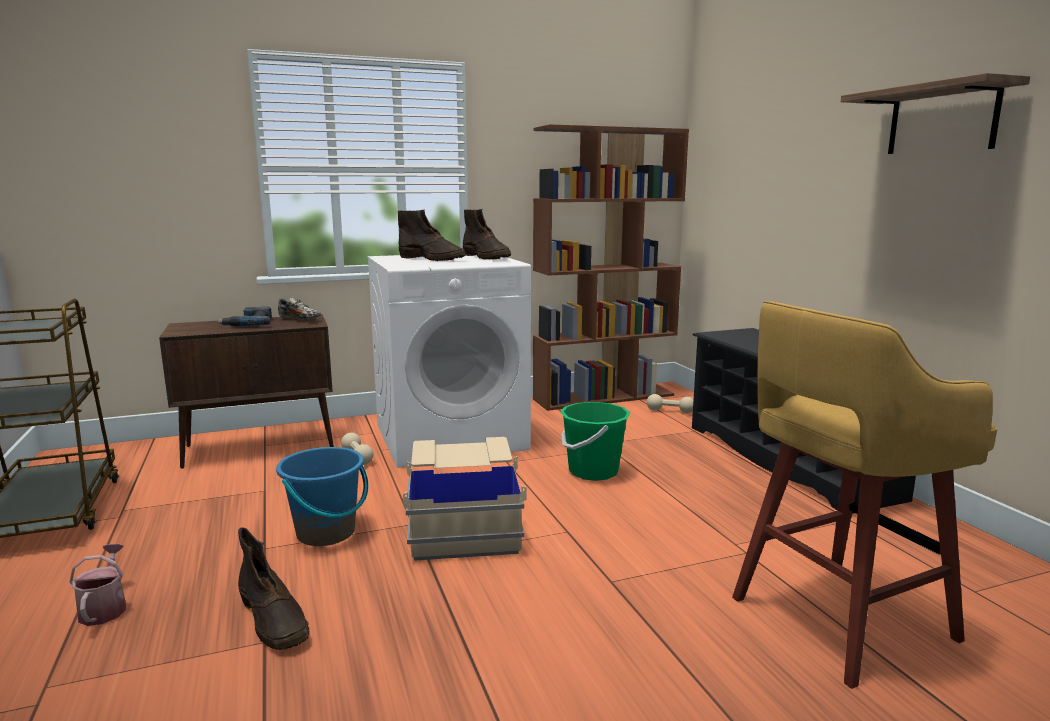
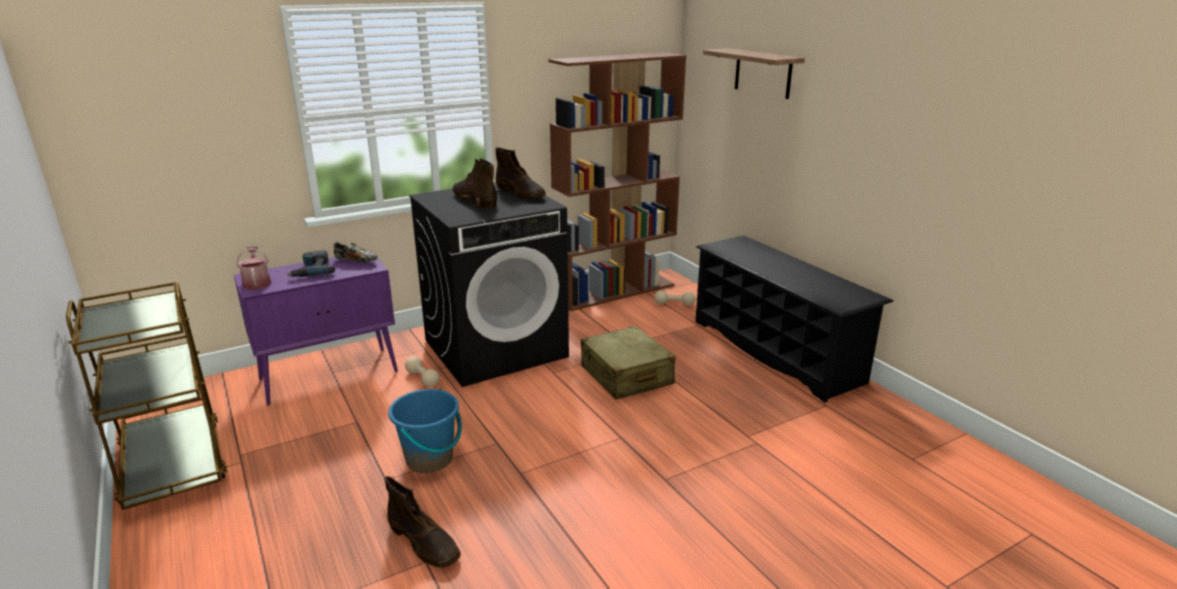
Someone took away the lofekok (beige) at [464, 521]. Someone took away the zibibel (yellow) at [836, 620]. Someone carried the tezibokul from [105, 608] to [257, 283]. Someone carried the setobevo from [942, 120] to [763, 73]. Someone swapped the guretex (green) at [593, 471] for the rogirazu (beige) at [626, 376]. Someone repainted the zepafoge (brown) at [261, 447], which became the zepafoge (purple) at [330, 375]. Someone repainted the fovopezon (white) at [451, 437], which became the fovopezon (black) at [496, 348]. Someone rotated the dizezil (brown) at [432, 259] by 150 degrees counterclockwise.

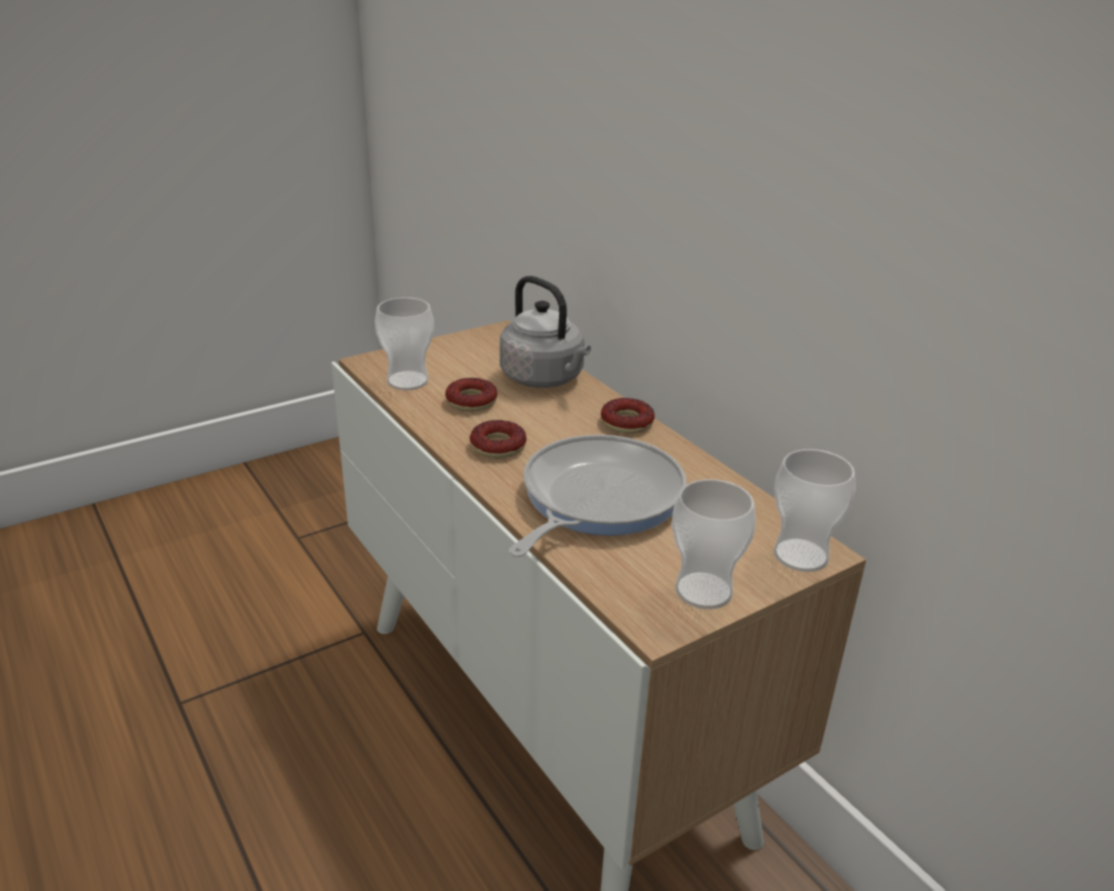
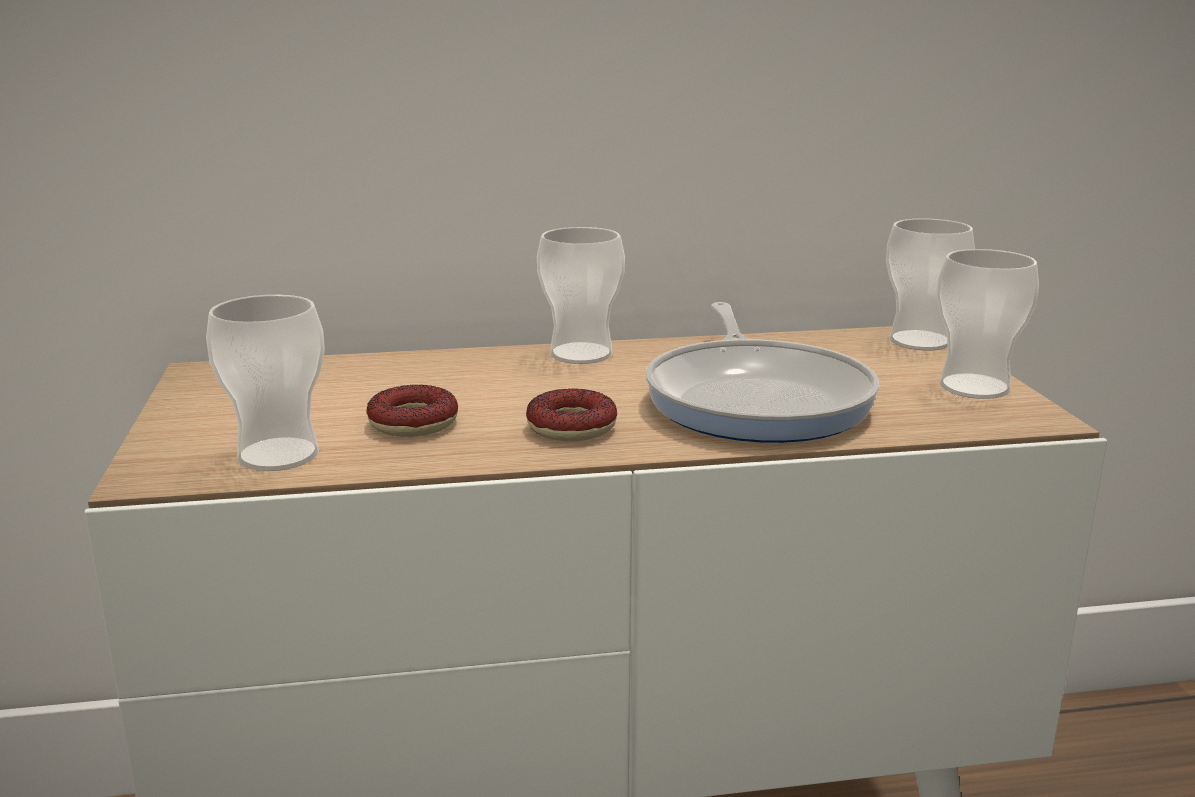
Someone took away the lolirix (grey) at [545, 379]. Someone swapped the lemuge at [627, 422] for the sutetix at [581, 354]. Someone rotated the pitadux at [596, 499] by 150 degrees counterclockwise.

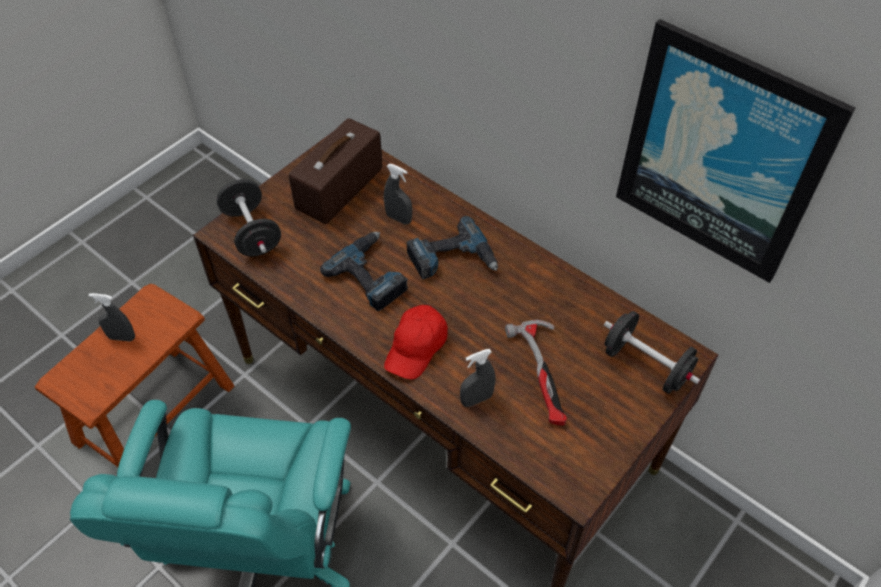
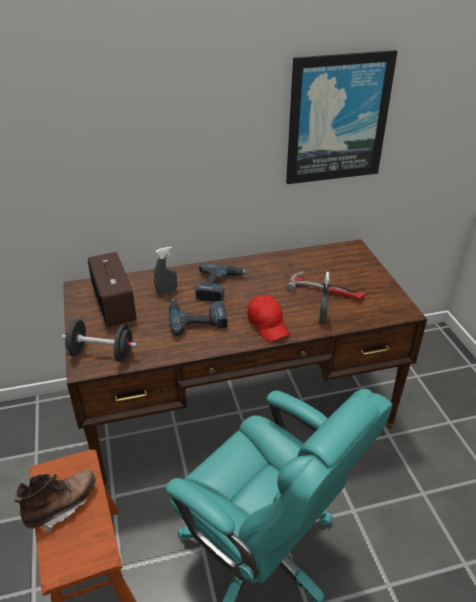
Someone took away the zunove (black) at [646, 365]. Someone swapped the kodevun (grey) at [122, 337] for the dizezil (brown) at [62, 506].

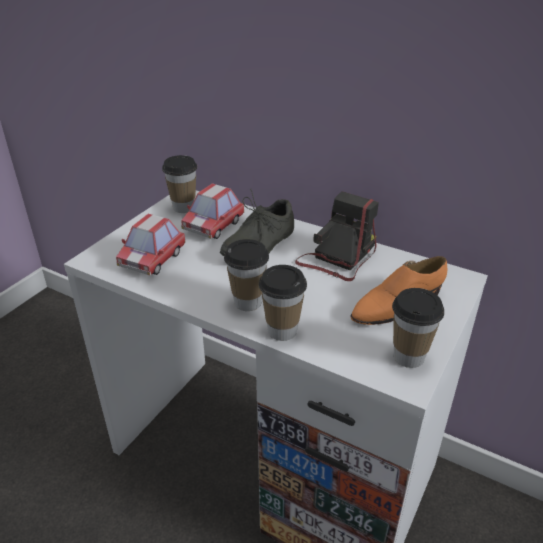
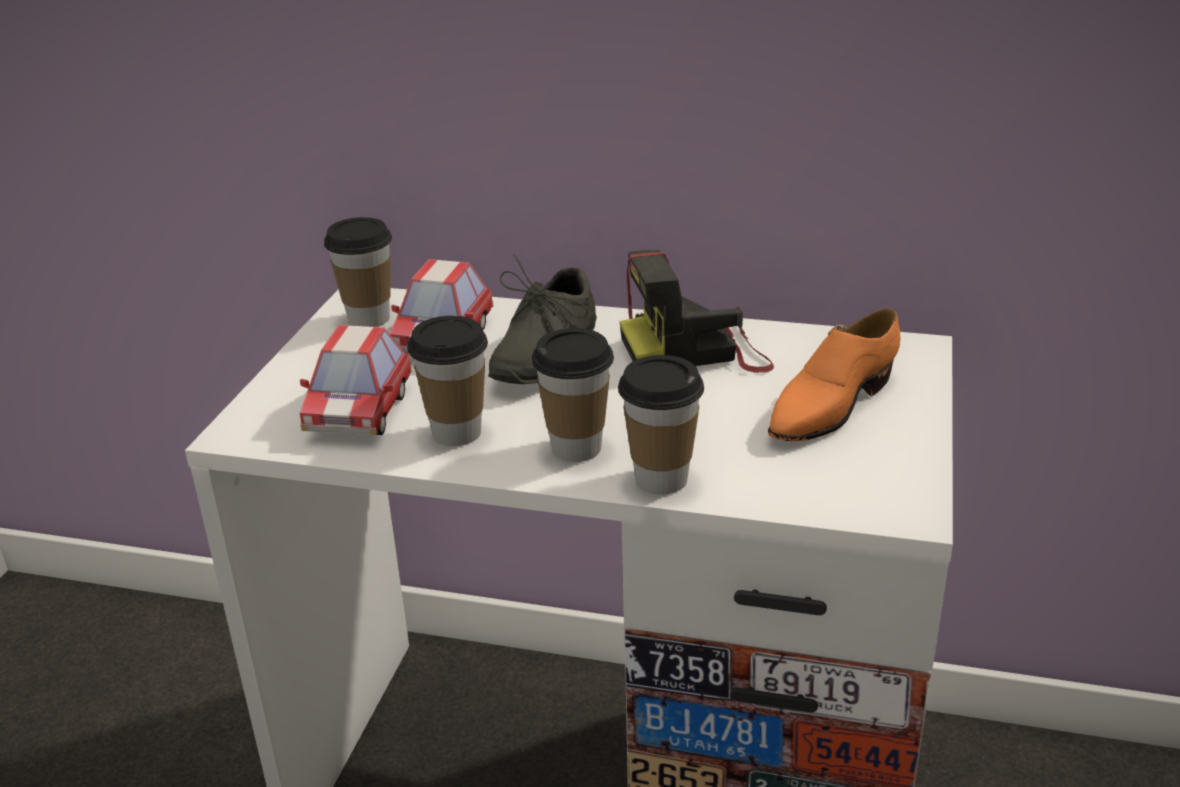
Someone carried the sutetix from [408, 356] to [456, 432]. Someone rotated the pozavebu at [338, 257] by 120 degrees counterclockwise.

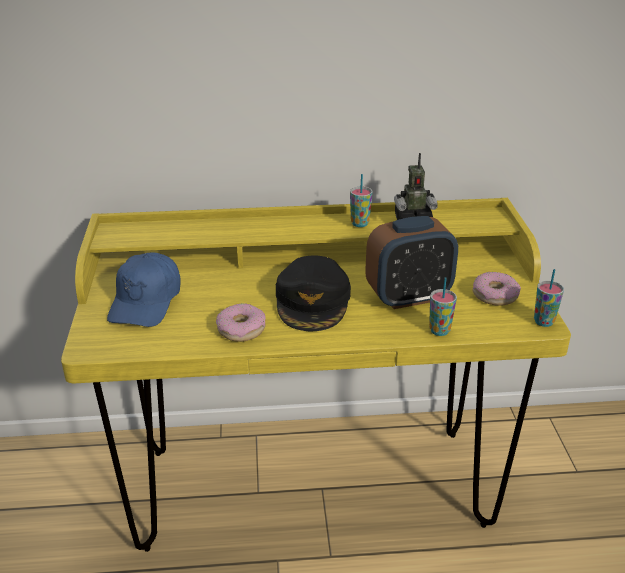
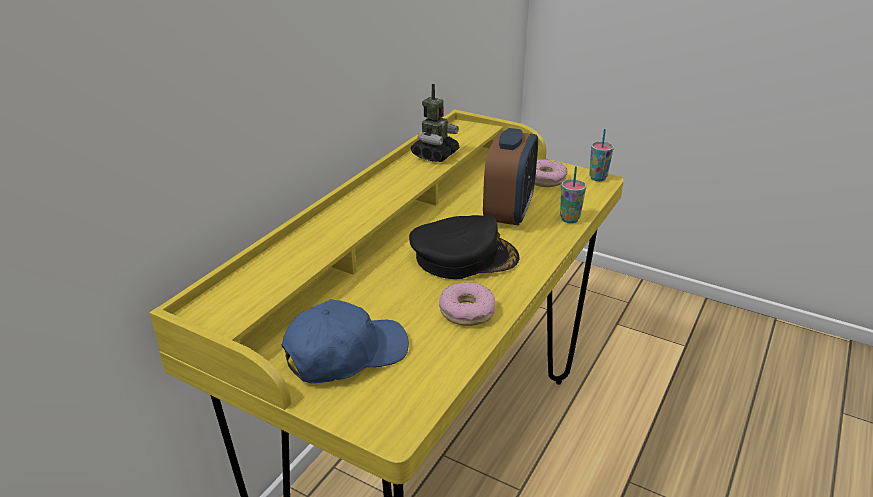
Someone took away the sutetix at [360, 224]. Someone rotated the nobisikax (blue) at [146, 301] by 75 degrees counterclockwise. Someone rotated the nobisikax (black) at [313, 301] by 45 degrees counterclockwise.

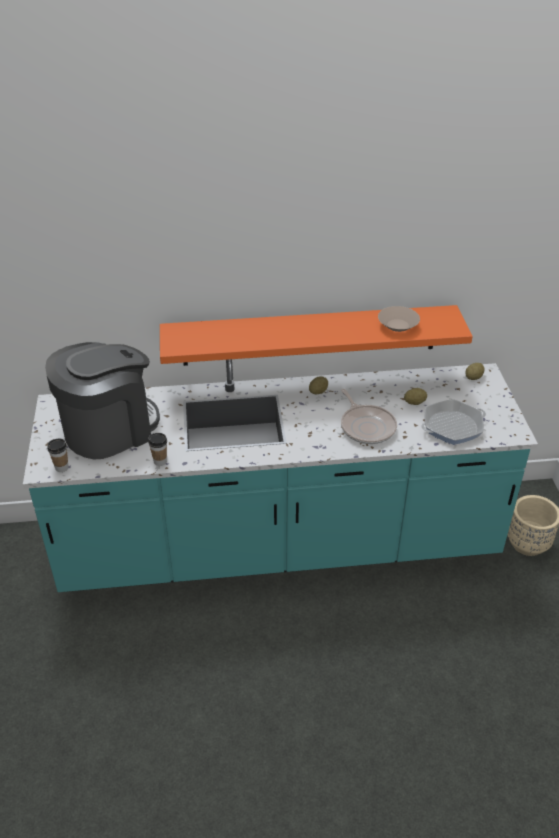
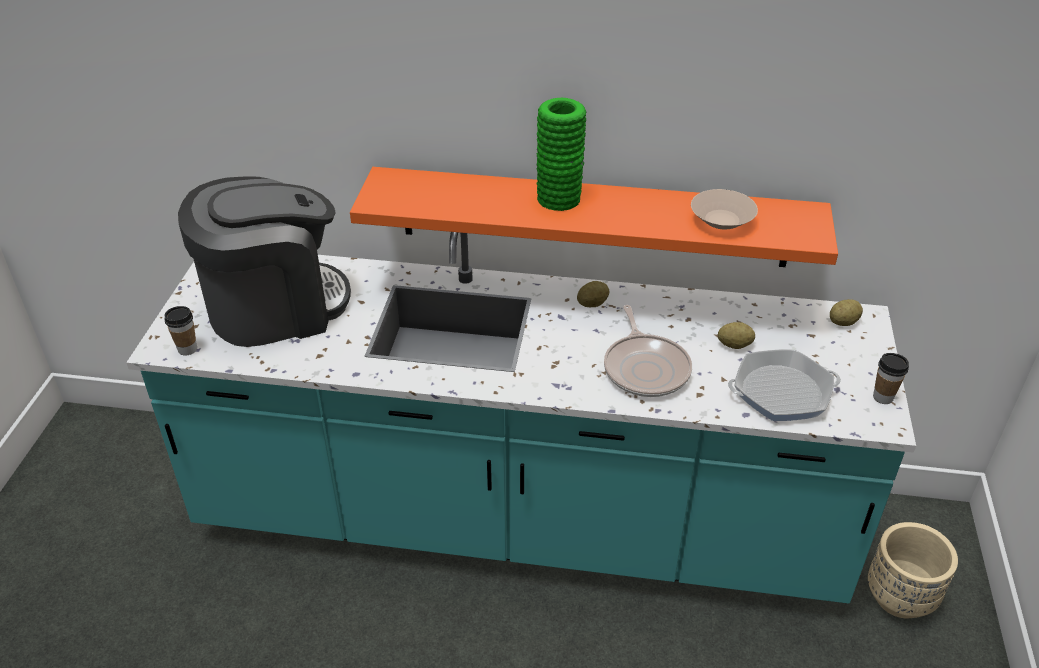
Someone put down the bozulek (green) at [559, 199]. Someone carried the sutetix from [160, 461] to [883, 397].

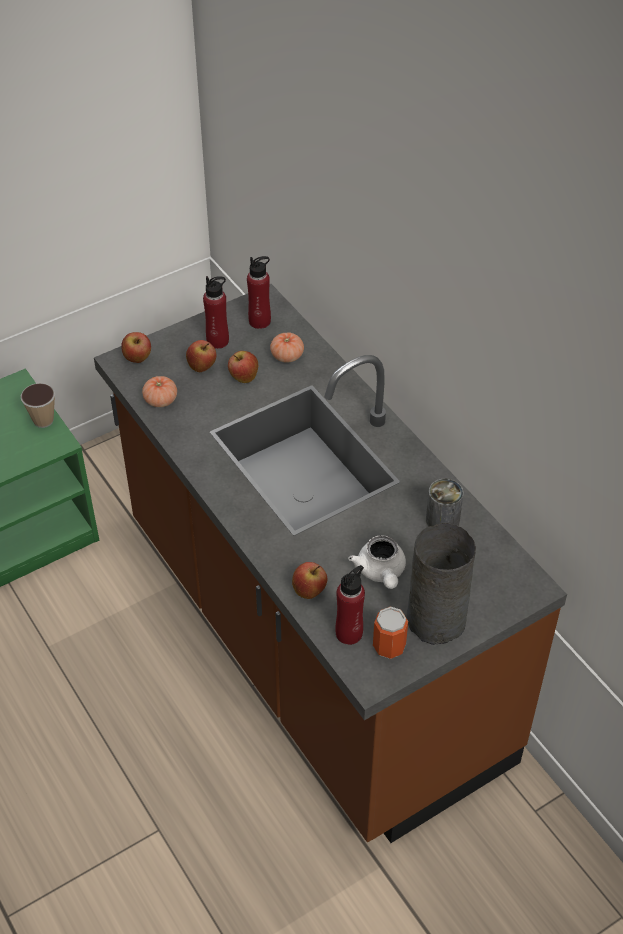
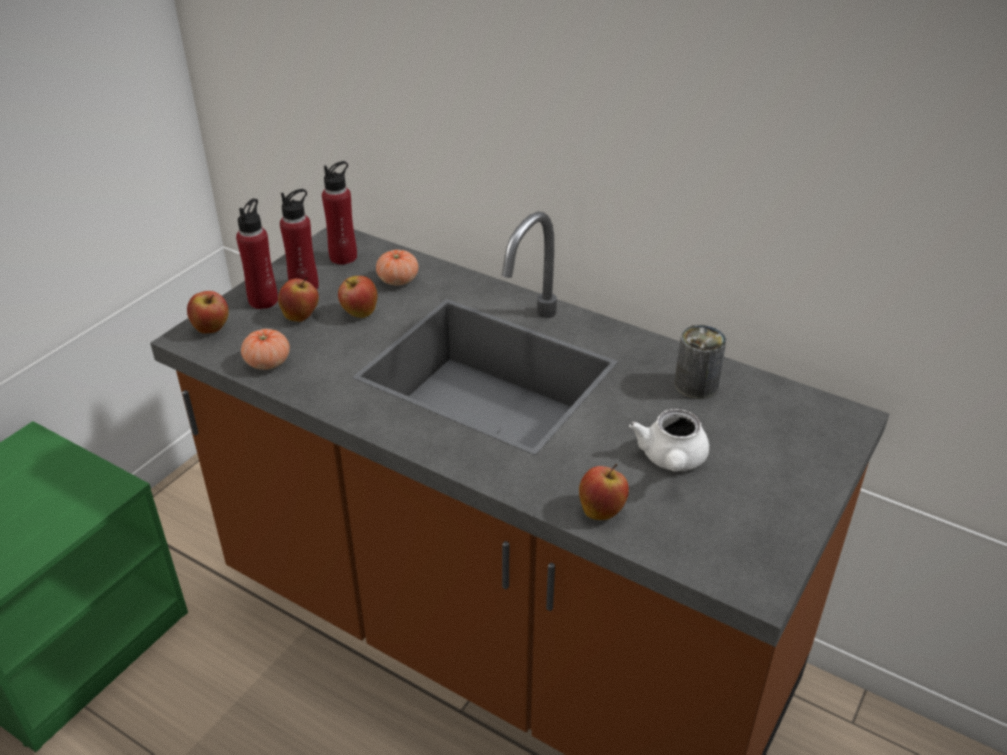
Someone took away the sutetix at [43, 420]. Someone took away the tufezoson at [389, 646]. Someone took away the bozulek (grey) at [438, 619]. Someone carried the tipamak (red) from [349, 633] to [263, 300]. Someone rotated the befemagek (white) at [381, 573] by 45 degrees clockwise.

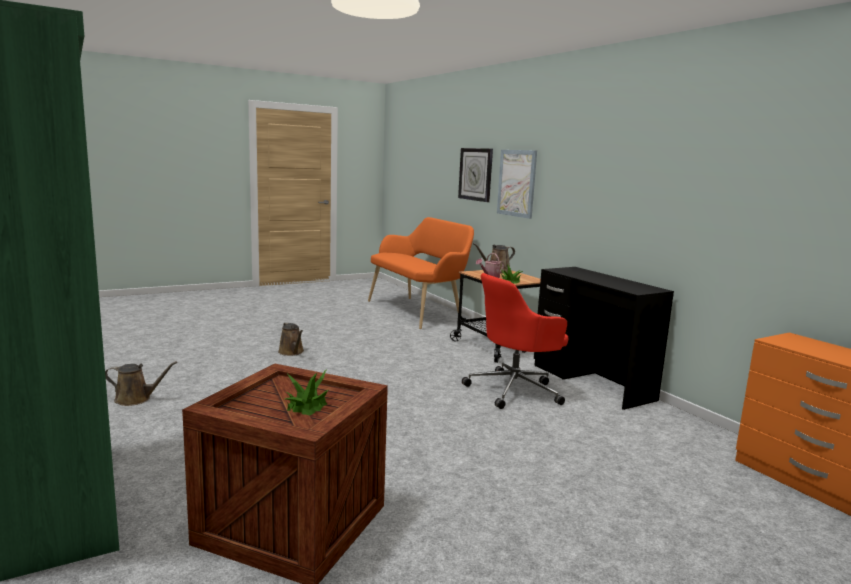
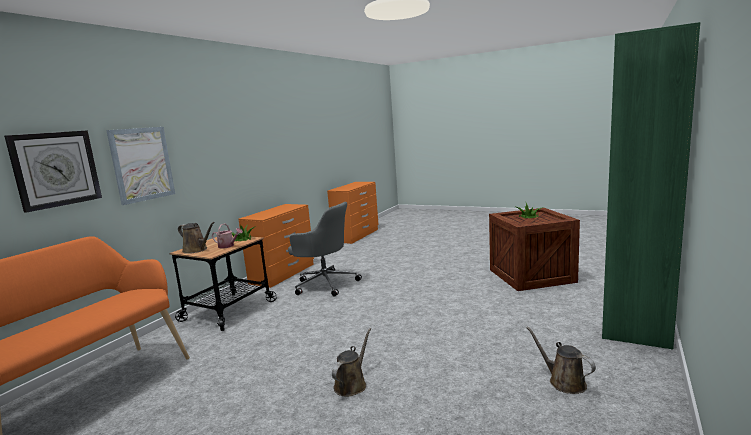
Someone swapped the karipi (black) at [592, 382] for the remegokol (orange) at [283, 273]. Someone repainted the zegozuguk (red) at [515, 390], which became the zegozuguk (grey) at [325, 284].

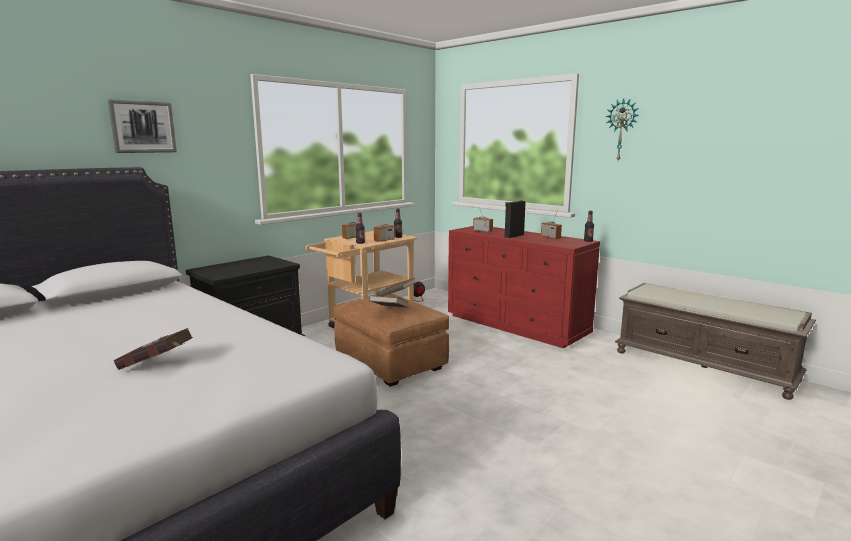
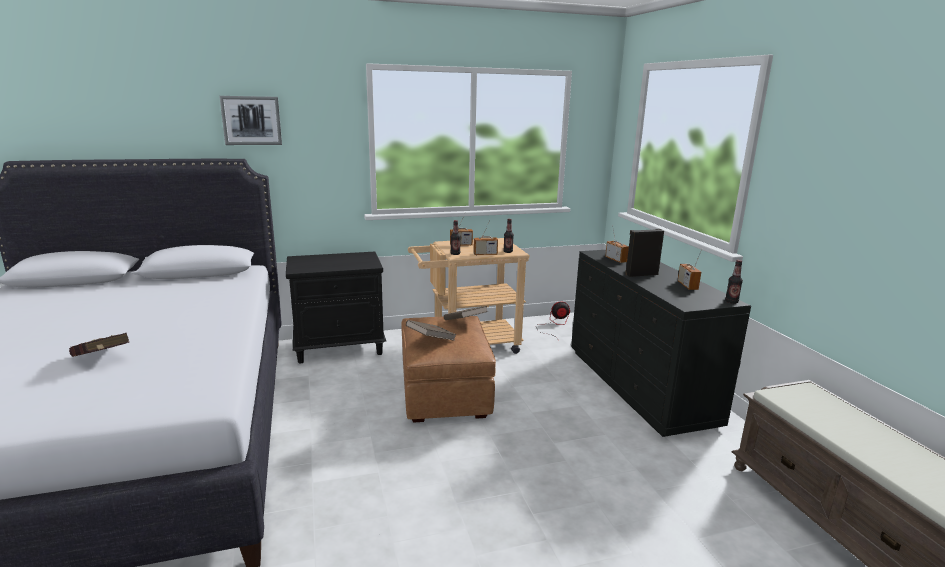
Someone took away the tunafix at [622, 130]. Someone repainted the remegokol (red) at [517, 325], which became the remegokol (black) at [639, 386].

